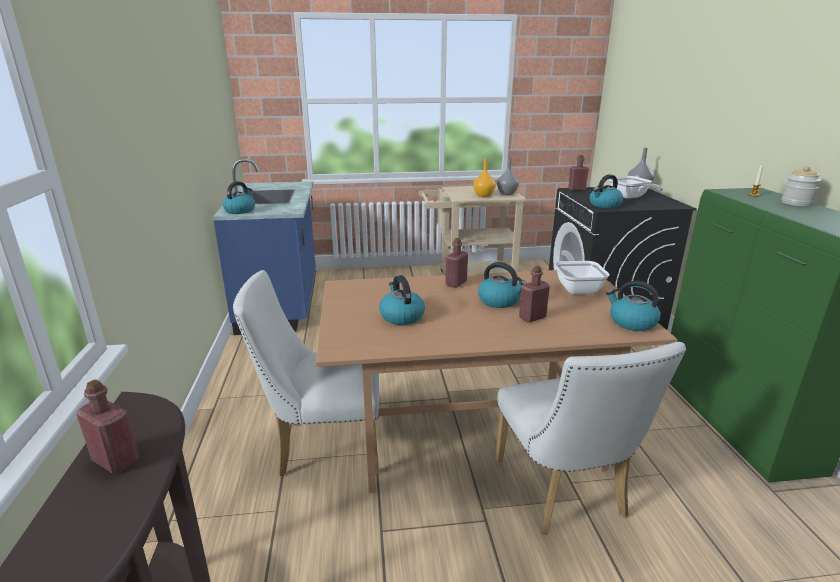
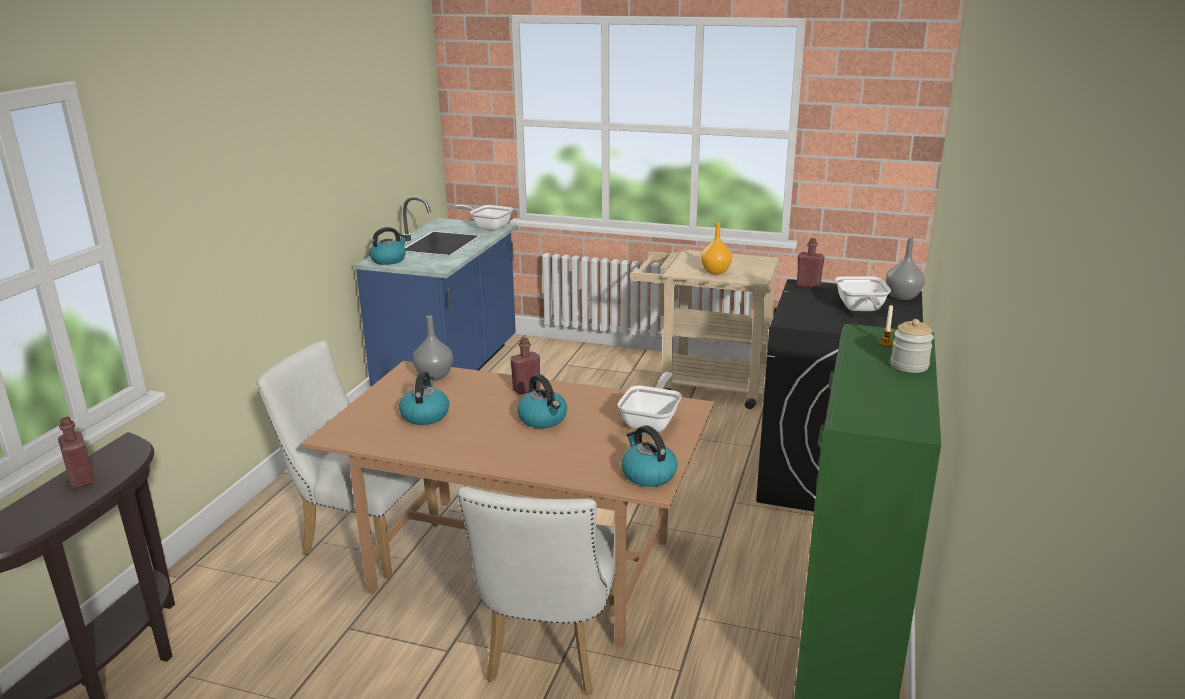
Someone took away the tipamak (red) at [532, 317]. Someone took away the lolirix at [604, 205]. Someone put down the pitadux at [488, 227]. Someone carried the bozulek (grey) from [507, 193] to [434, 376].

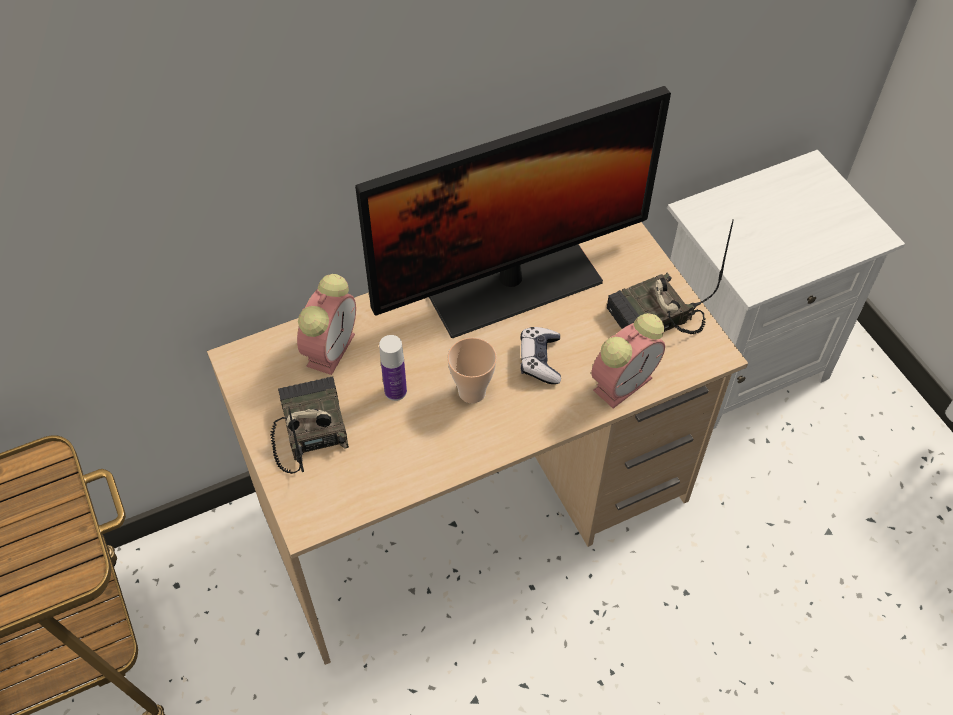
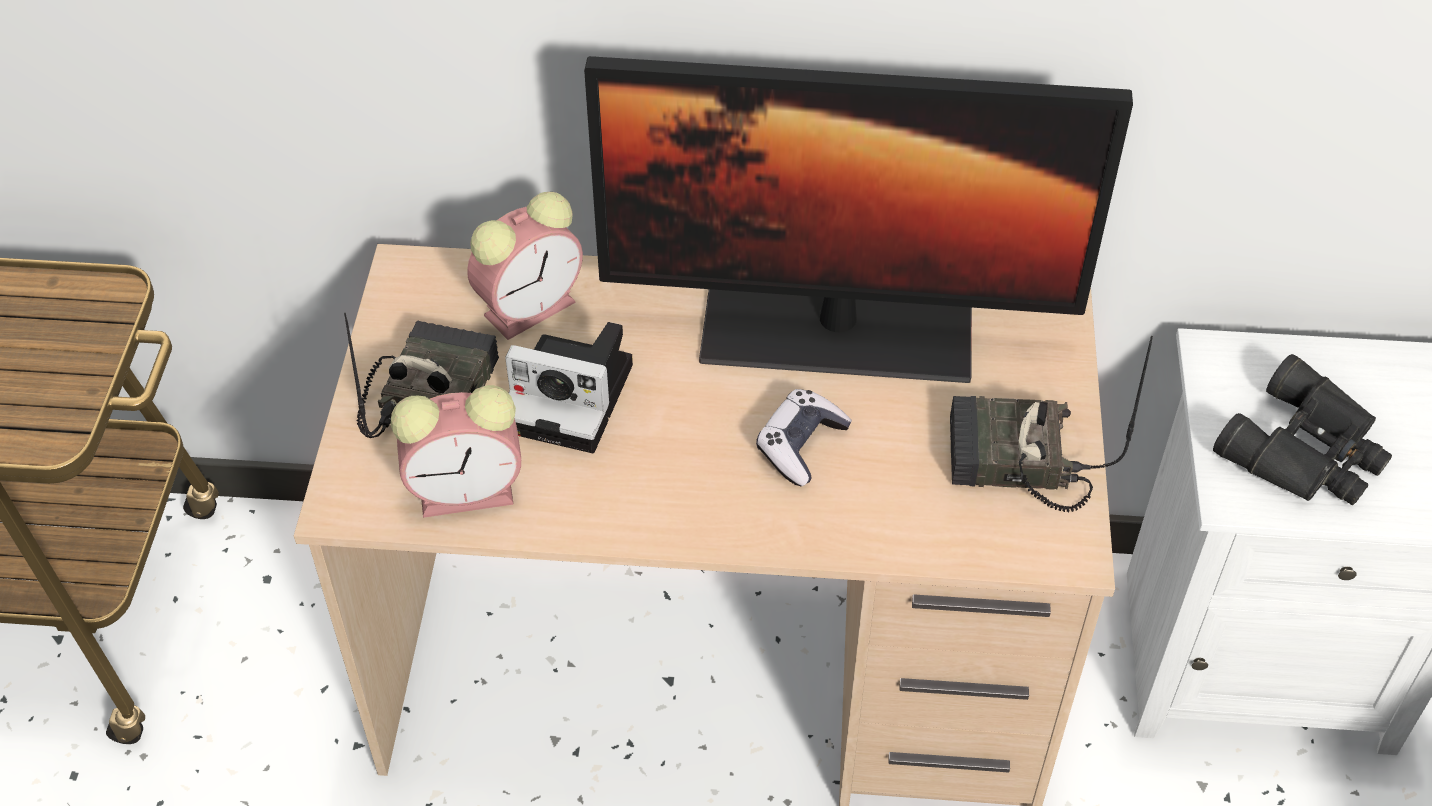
Someone took away the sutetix at [472, 392]. Someone put down the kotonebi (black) at [1307, 452]. Someone carried the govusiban from [624, 382] to [470, 491]. Someone swapped the tipamak at [395, 391] for the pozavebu at [574, 397].

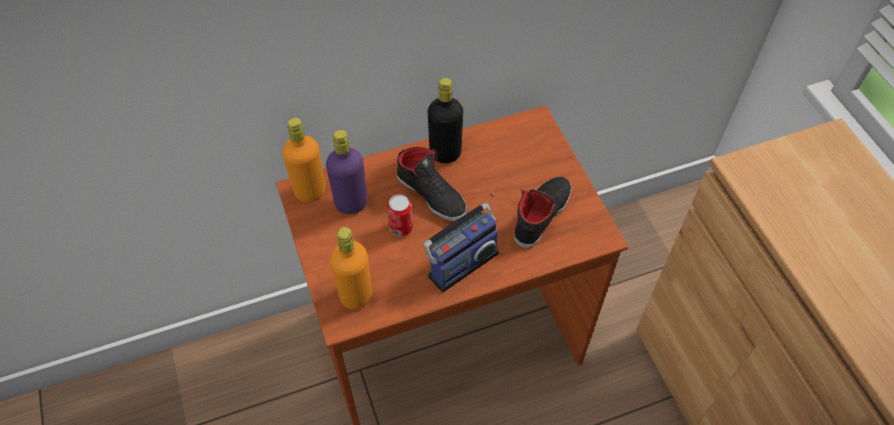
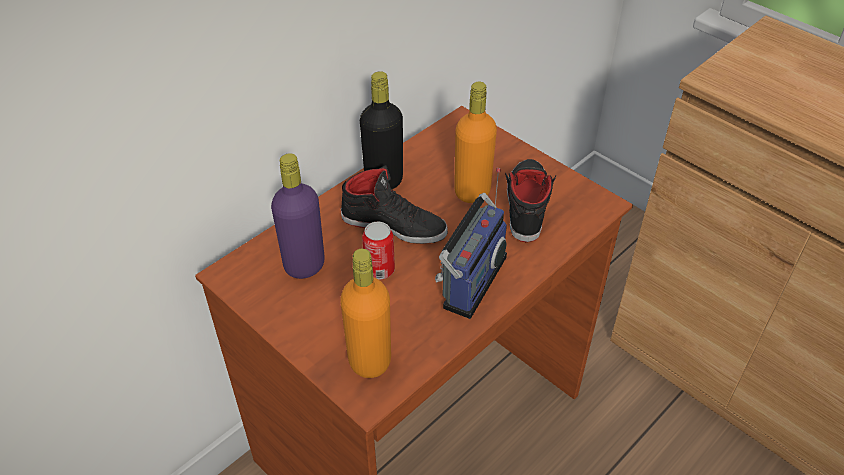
Someone carried the tipamak (orange) from [310, 191] to [472, 192].

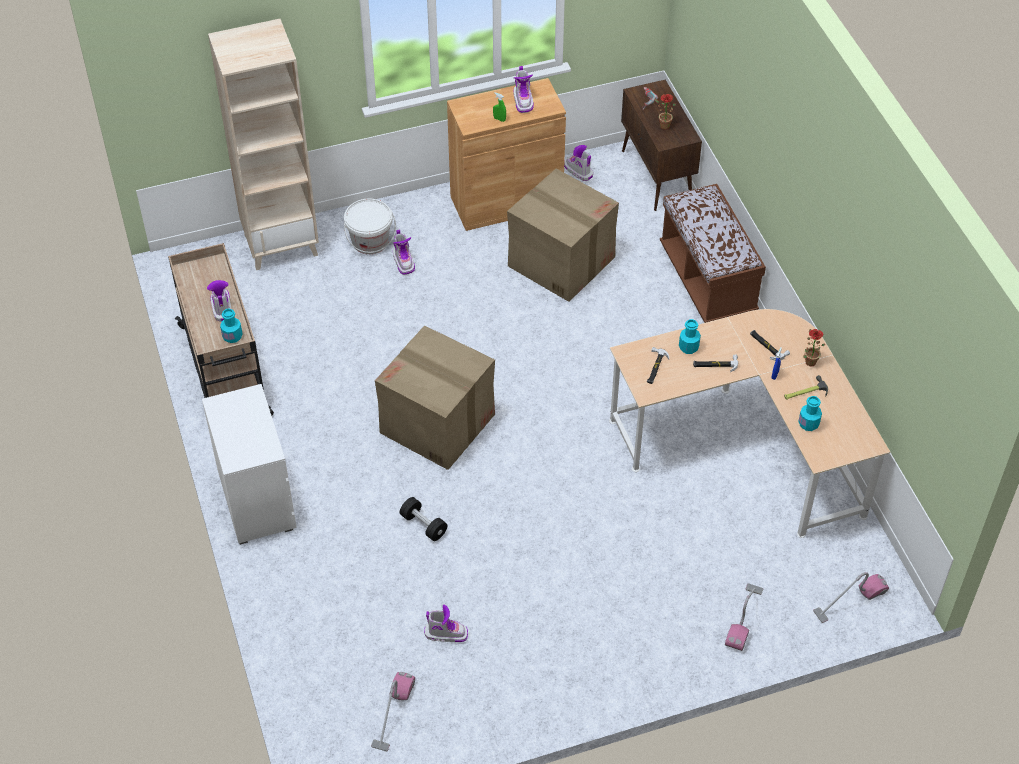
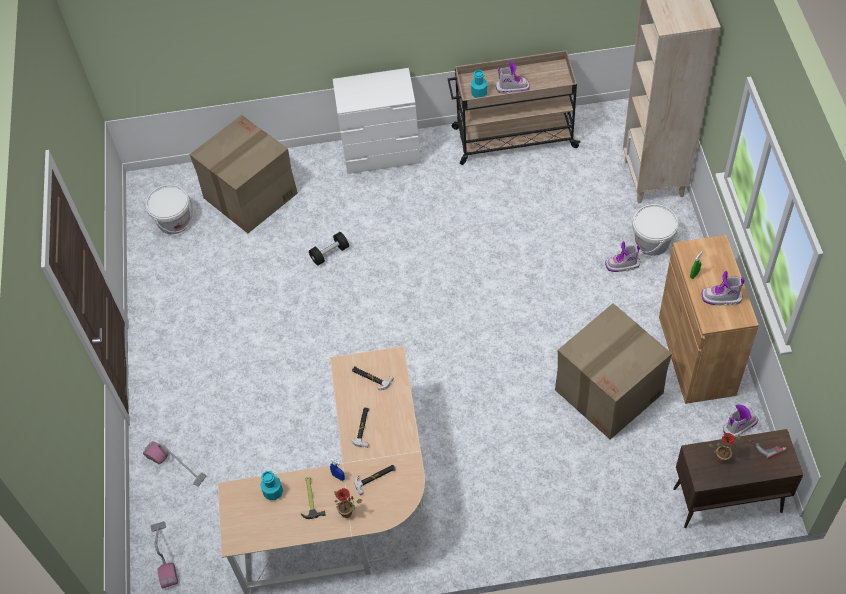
Someone took away the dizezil at [446, 633]. Someone took away the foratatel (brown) at [707, 280]. Someone took away the tipamak (turquoise) at [688, 347]. Someone carried the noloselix from [438, 424] to [250, 196]. Someone swapped the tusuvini at [393, 713] for the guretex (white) at [174, 221].

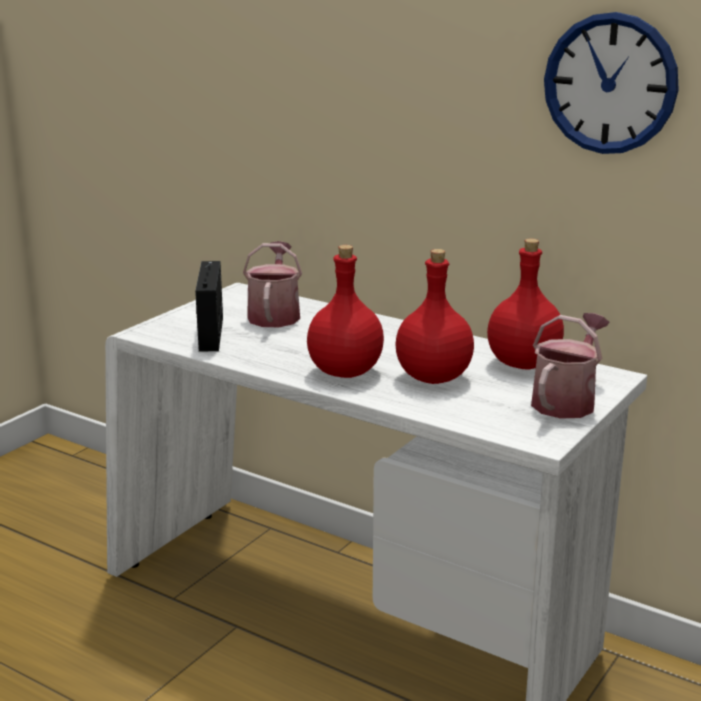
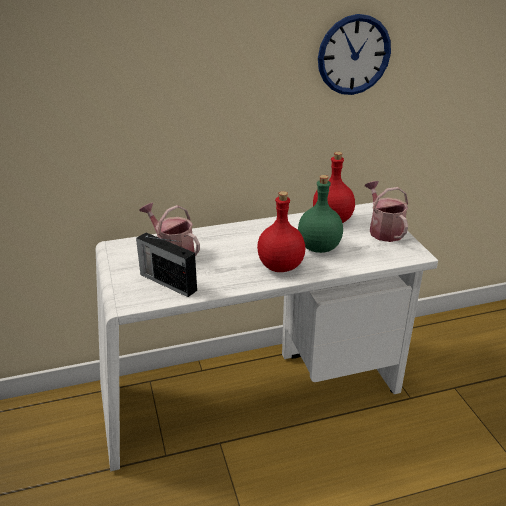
Someone repainted the tipamak (red) at [435, 377], which became the tipamak (green) at [319, 247].

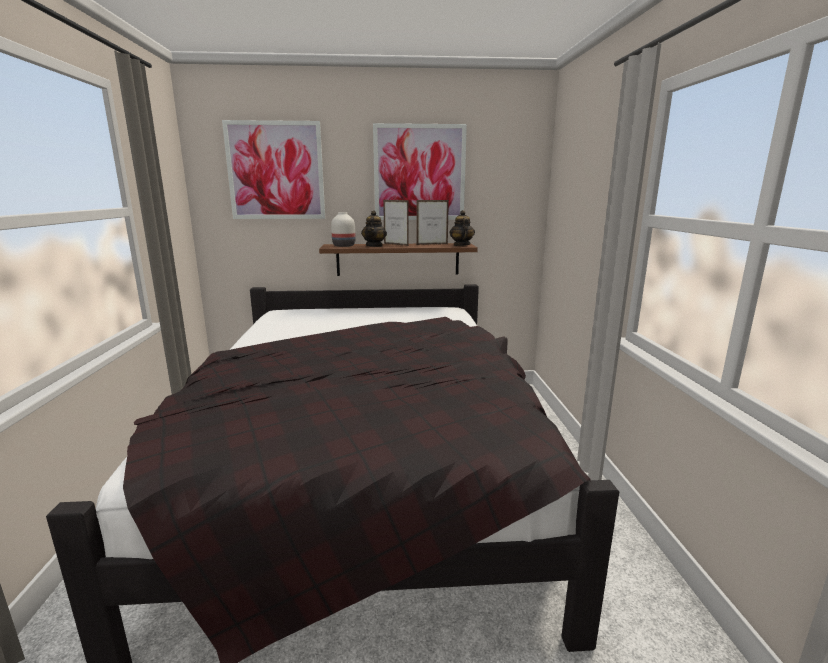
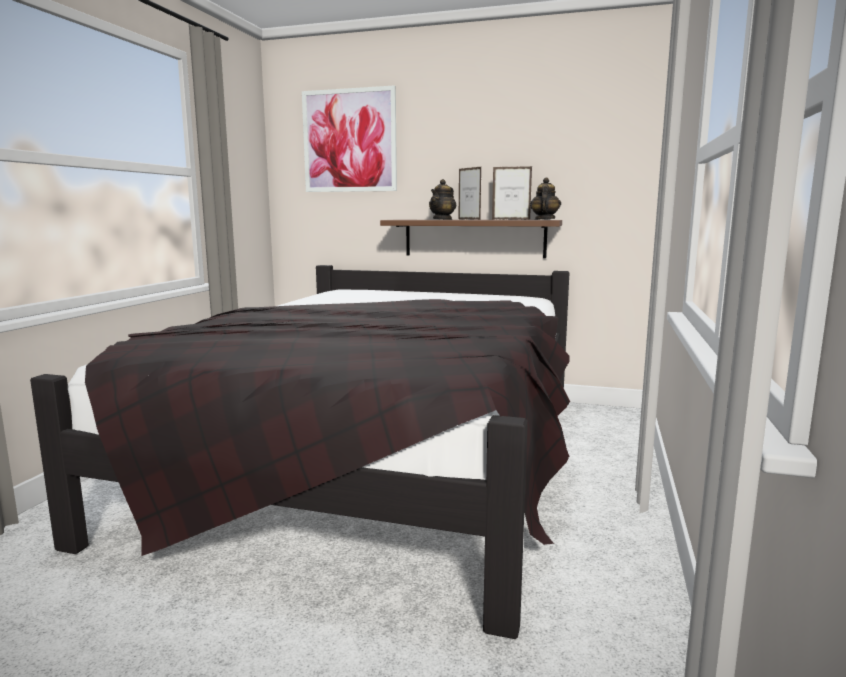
Someone took away the bozulek (white) at [344, 246]. Someone took away the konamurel at [419, 173].

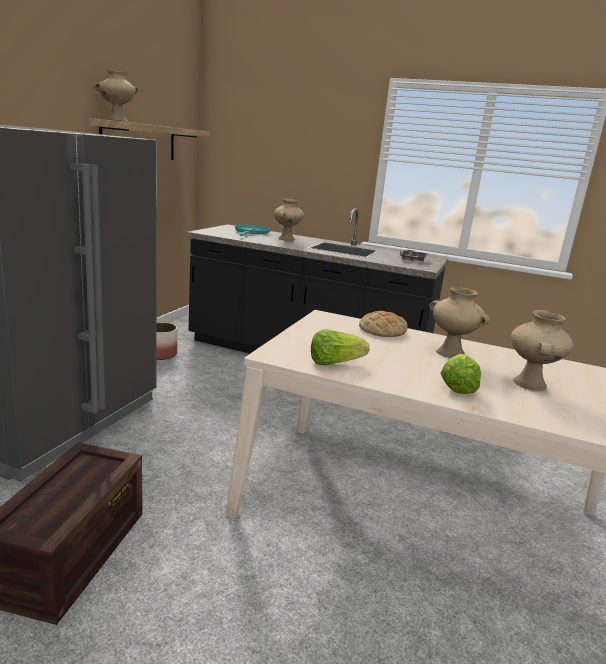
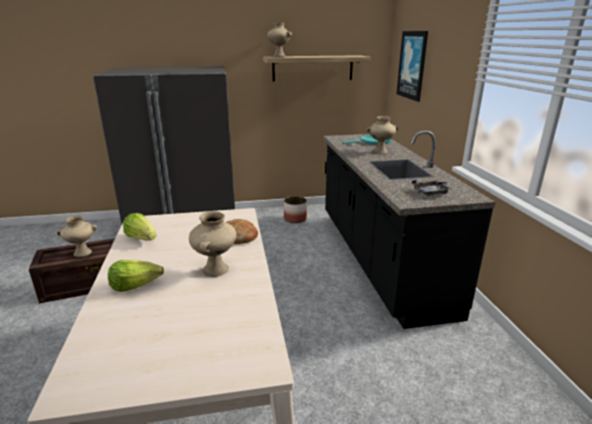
Someone put up the konamurel at [412, 65]. Someone carried the bozulek (beige) from [530, 384] to [82, 253].

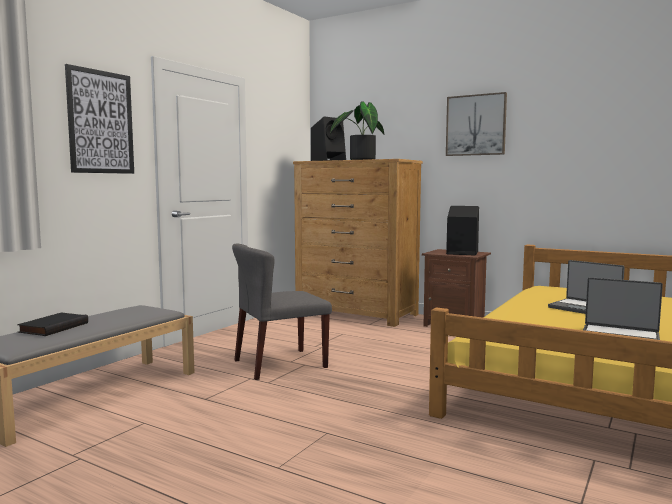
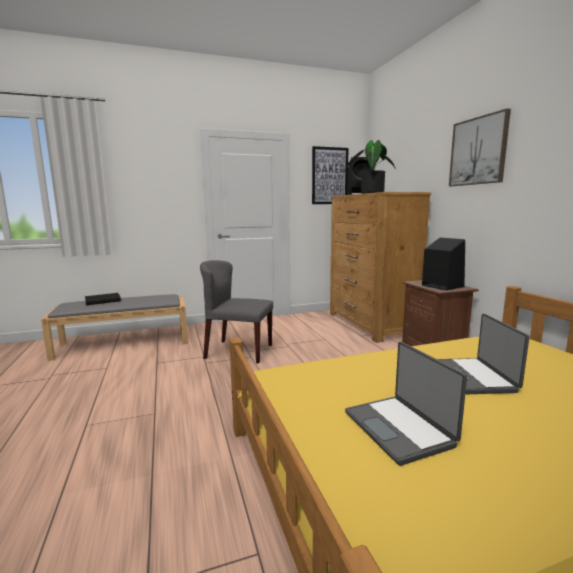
Someone carried the konamurel from [100, 122] to [329, 176].

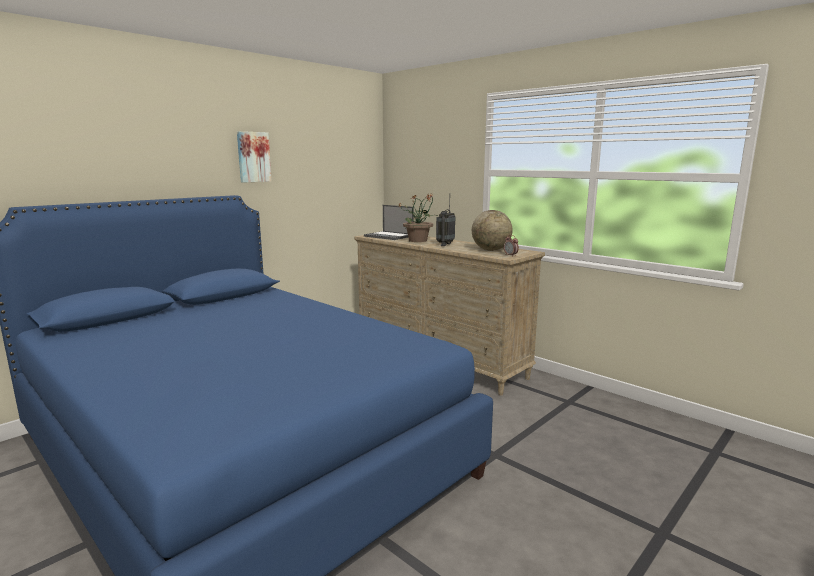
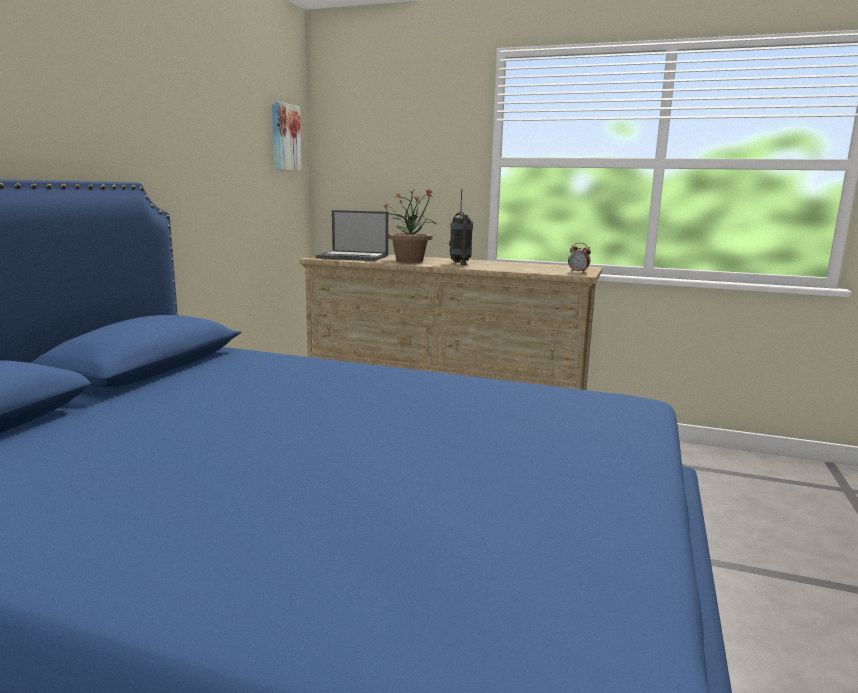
Someone took away the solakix at [491, 250]. Someone carried the konamurel from [253, 157] to [284, 137].

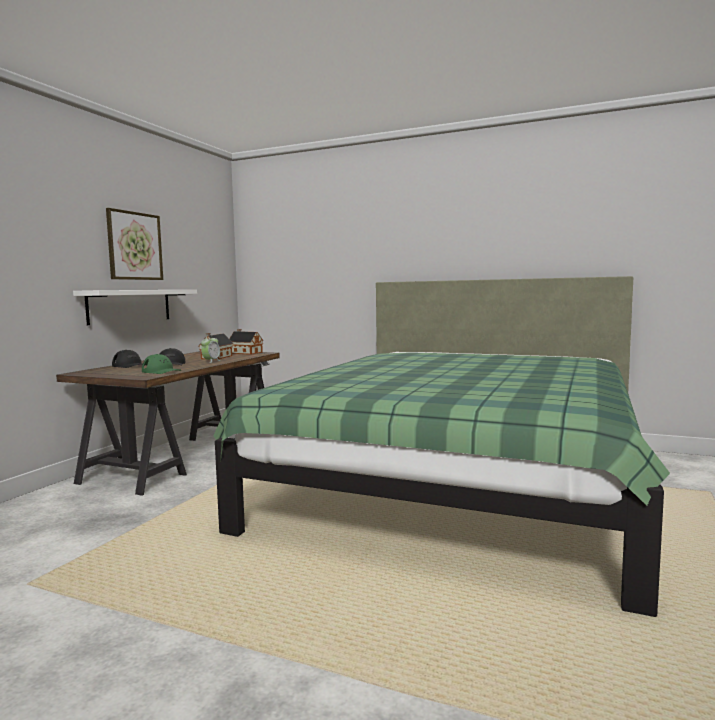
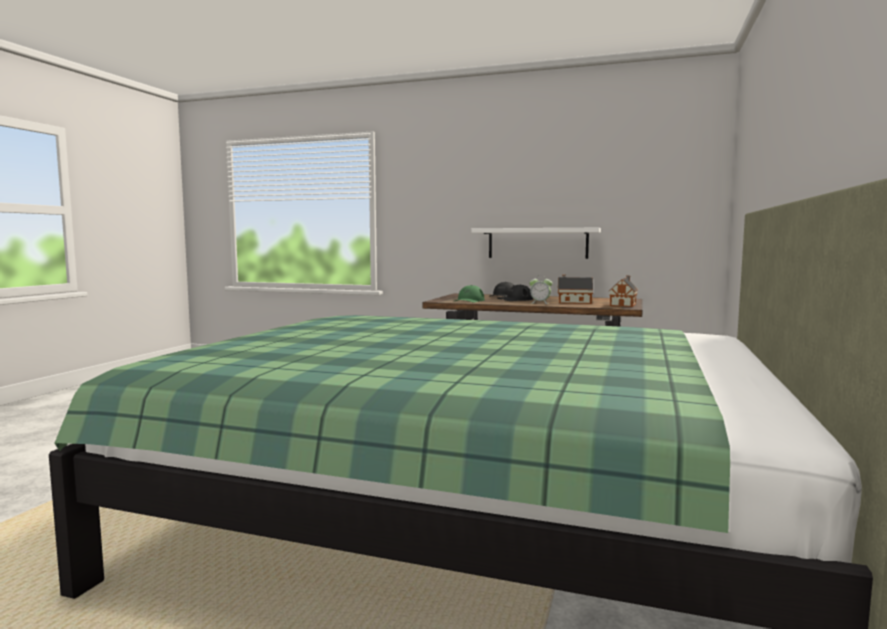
Someone took away the konamurel at [134, 246].

